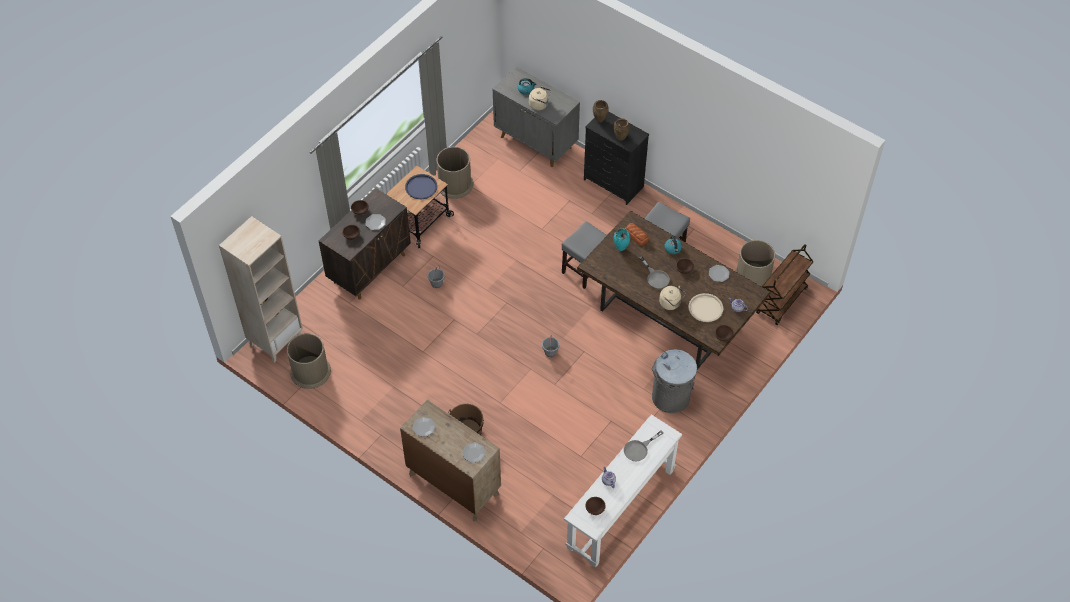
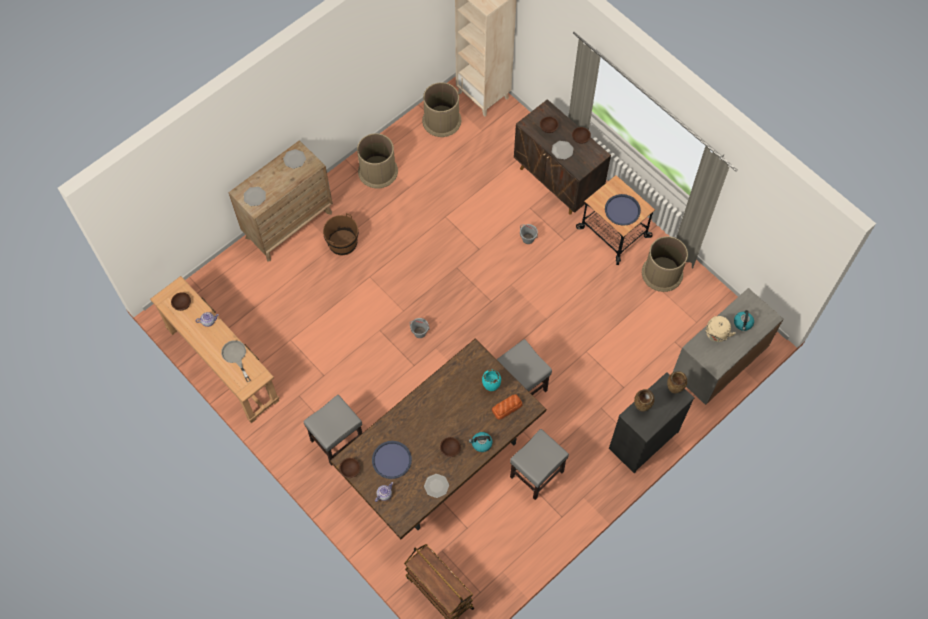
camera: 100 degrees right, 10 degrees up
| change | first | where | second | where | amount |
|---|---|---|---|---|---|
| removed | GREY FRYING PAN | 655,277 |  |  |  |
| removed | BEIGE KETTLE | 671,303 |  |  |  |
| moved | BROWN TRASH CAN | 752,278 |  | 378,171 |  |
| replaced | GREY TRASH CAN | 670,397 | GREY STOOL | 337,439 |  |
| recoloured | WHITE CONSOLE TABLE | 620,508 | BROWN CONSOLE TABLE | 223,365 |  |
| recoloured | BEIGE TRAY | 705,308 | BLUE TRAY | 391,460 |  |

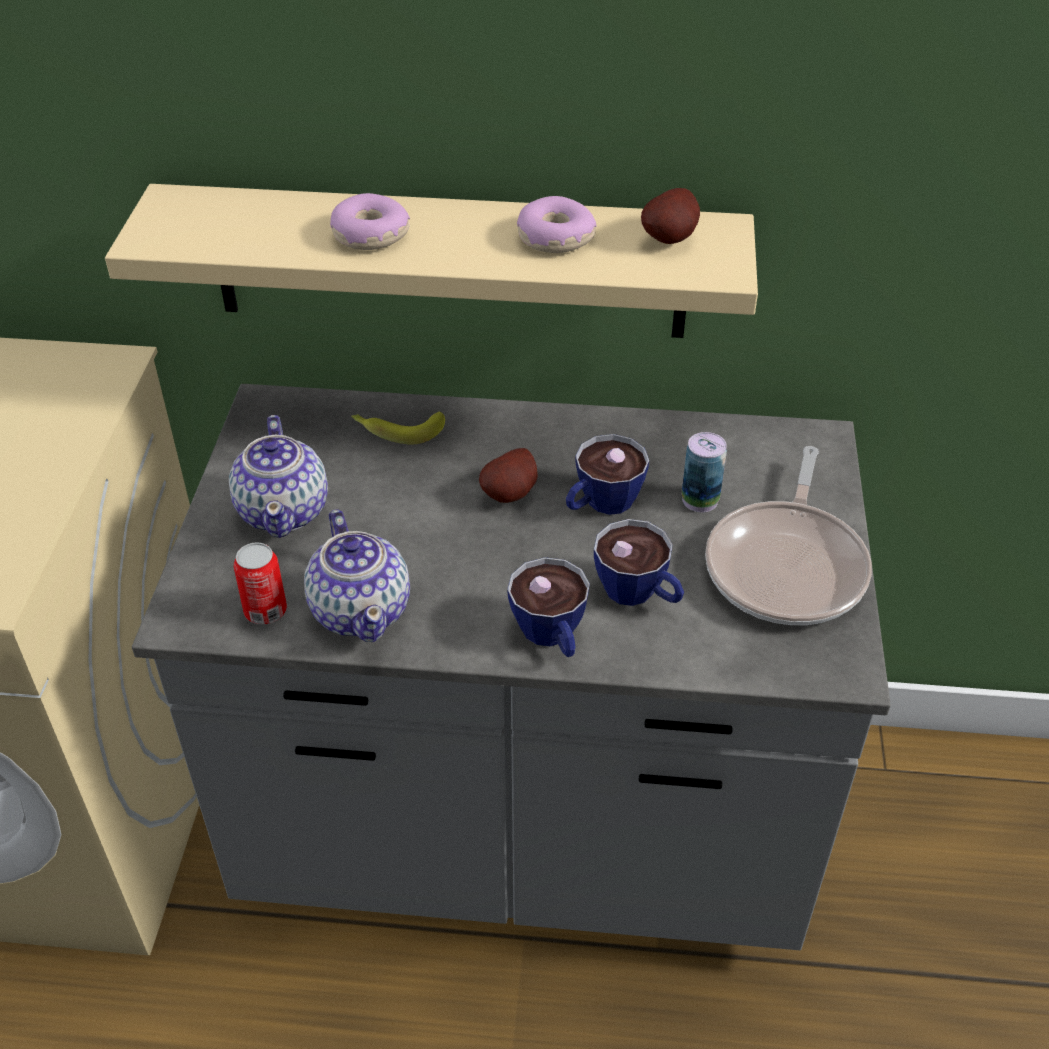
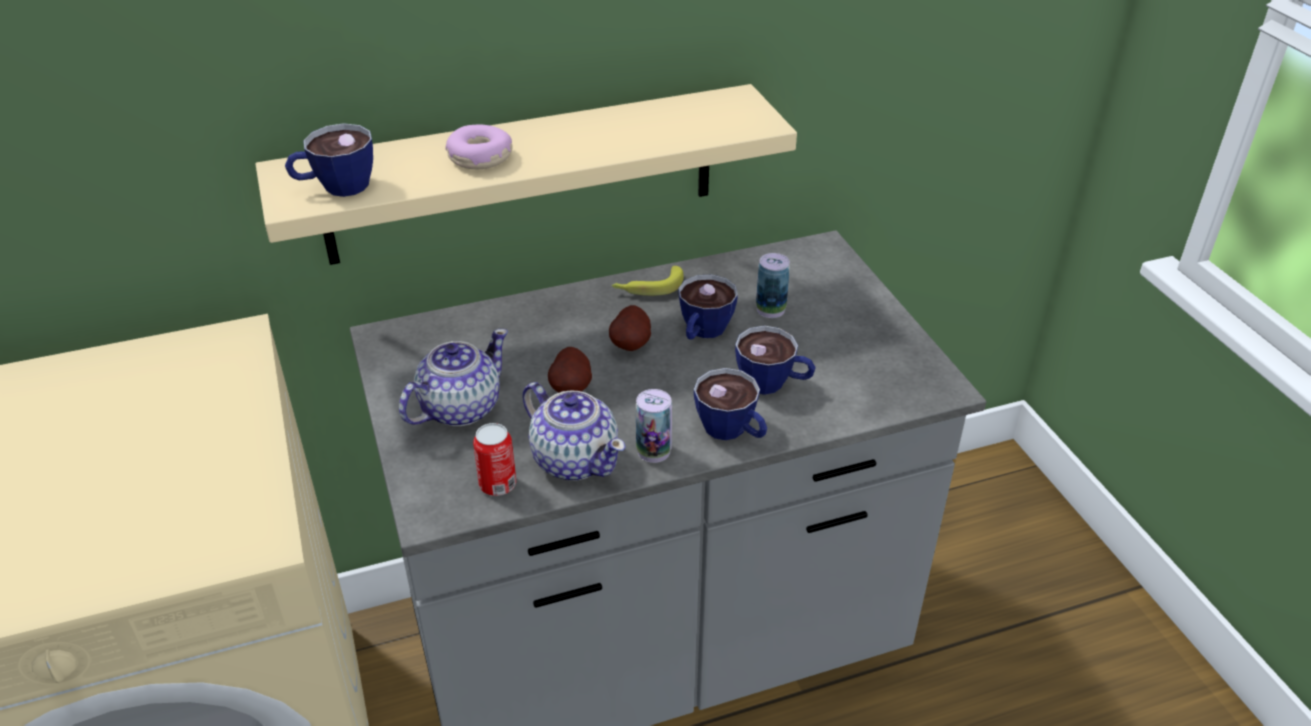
camera: 25 degrees left, 5 degrees down
| change | first | where | second | where | amount |
|---|---|---|---|---|---|
| removed | DONUT | 554,238 |  |  |  |
| removed | FRYING PAN | 787,565 |  |  |  |
| added |  |  | CUP | 335,187 |  |
| added |  |  | CAN | 653,451 |  |
| moved | BANANA | 397,430 |  | 648,287 |  |
| moved | POTATO | 671,239 |  | 572,388 |  |
| turned | TEAPOT | 284,510 |  | 459,408 | 105 degrees counterclockwise |

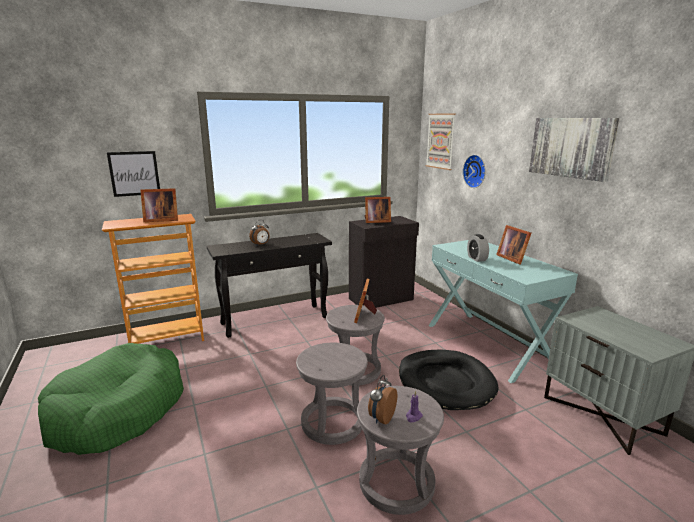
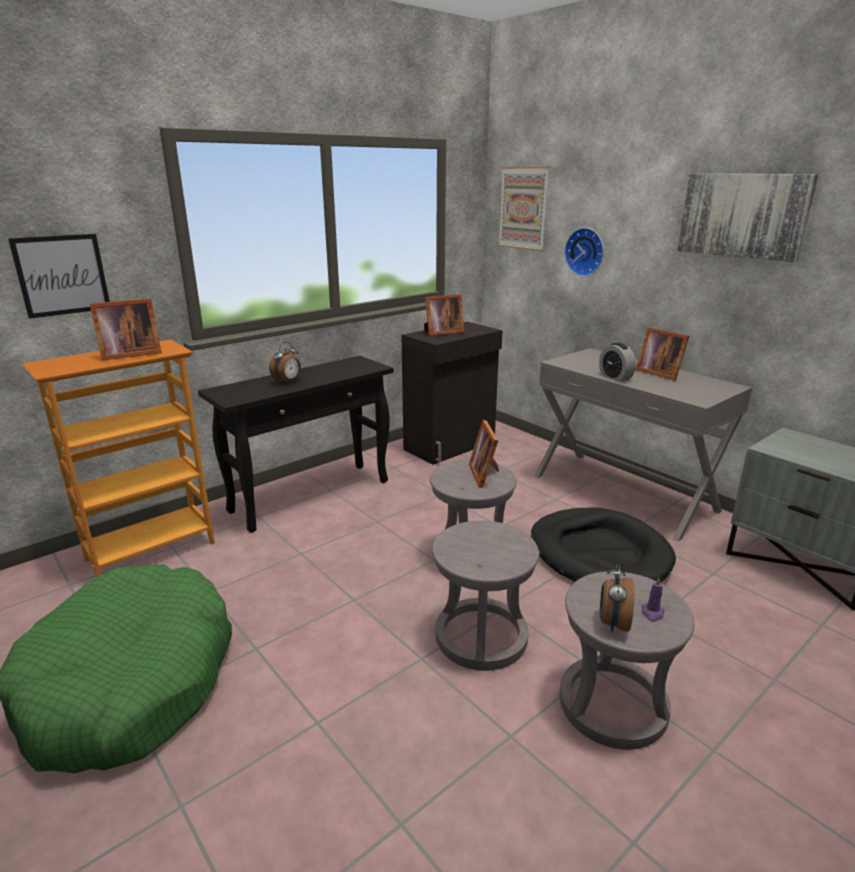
camera: 15 degrees left, 5 degrees up
| change | first | where | second | where | amount |
|---|---|---|---|---|---|
| recoloured | TURQUOISE CONSOLE TABLE | 488,344 | GREY CONSOLE TABLE | 623,492 |  |

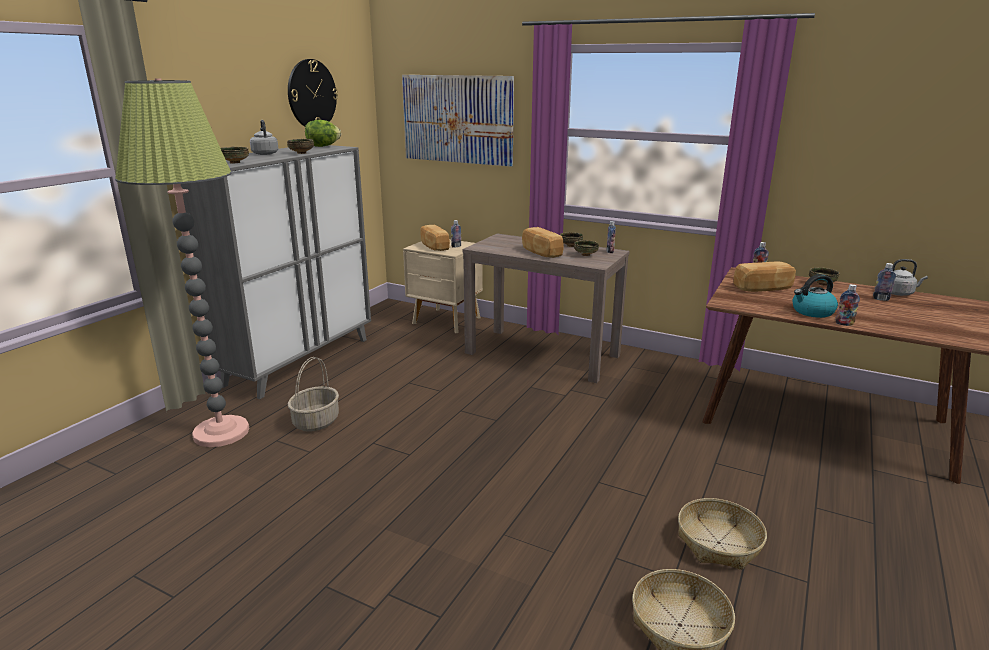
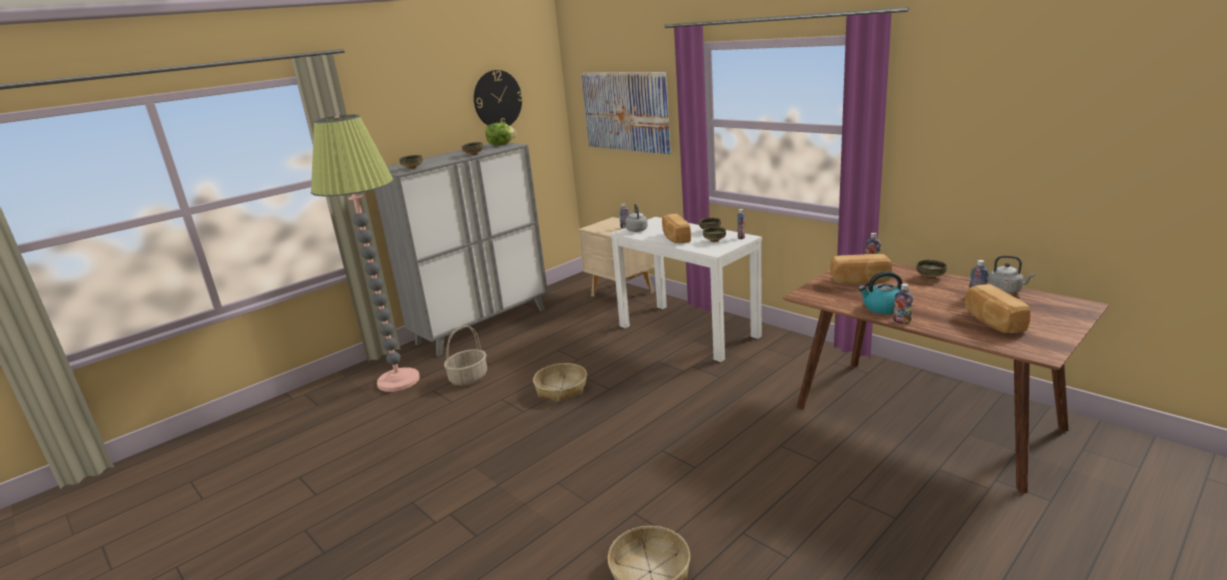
camera: 20 degrees right, 0 degrees up
| change | first | where | second | where | amount |
|---|---|---|---|---|---|
| moved | GREY KETTLE | 265,154 |  | 637,230 |  |
| moved | BREAD | 434,246 |  | 993,321 |  |
| moved | BASKET | 718,542 |  | 561,389 |  |
| recoloured | BROWN CONSOLE TABLE | 542,354 | WHITE CONSOLE TABLE | 688,331 |  |

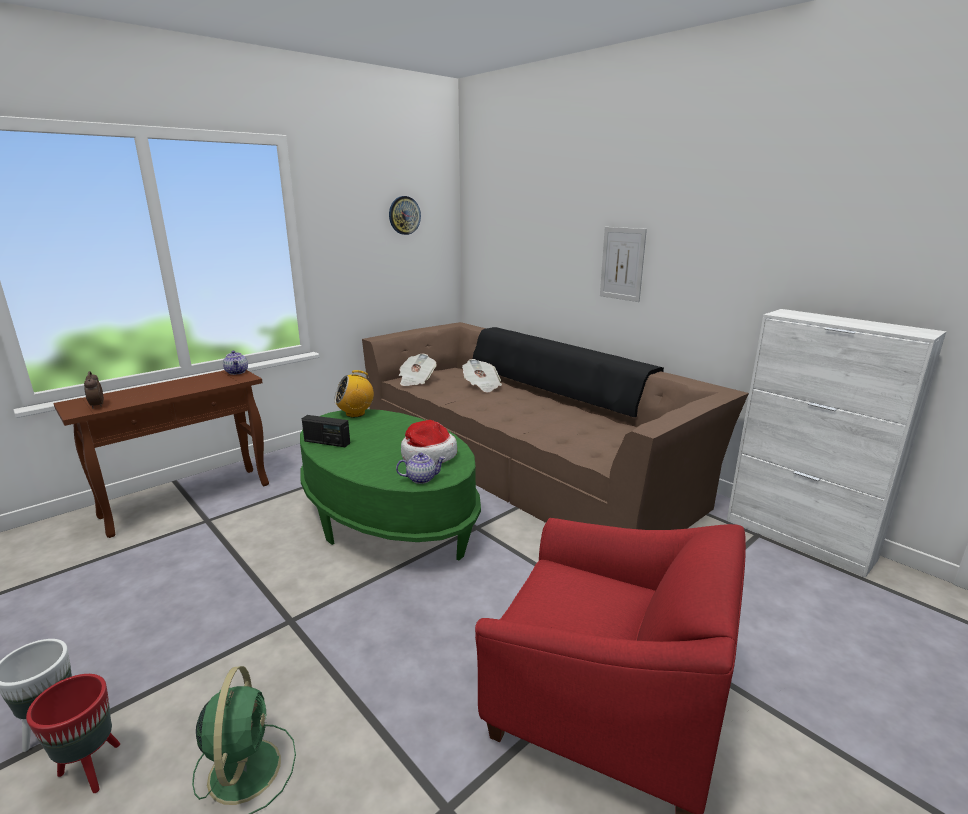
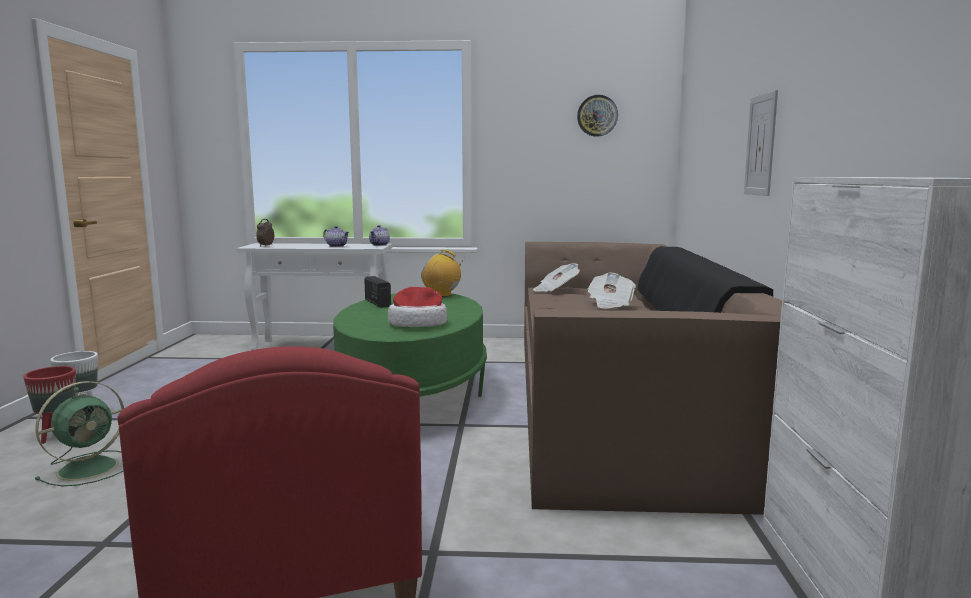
camera: 45 degrees right, 10 degrees down
| change | first | where | second | where | amount |
|---|---|---|---|---|---|
| moved | TEAPOT | 421,478 |  | 337,246 |  |
| recoloured | BROWN CONSOLE TABLE | 189,500 | WHITE CONSOLE TABLE | 322,346 |  |

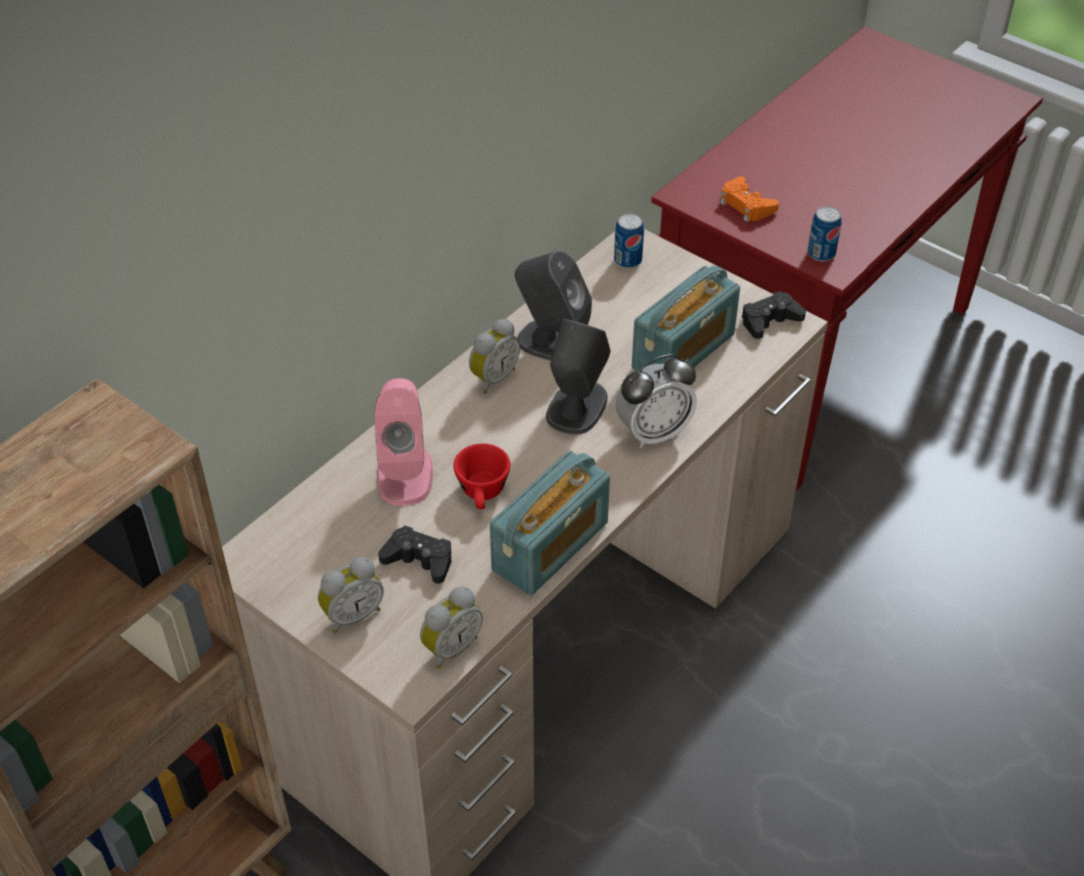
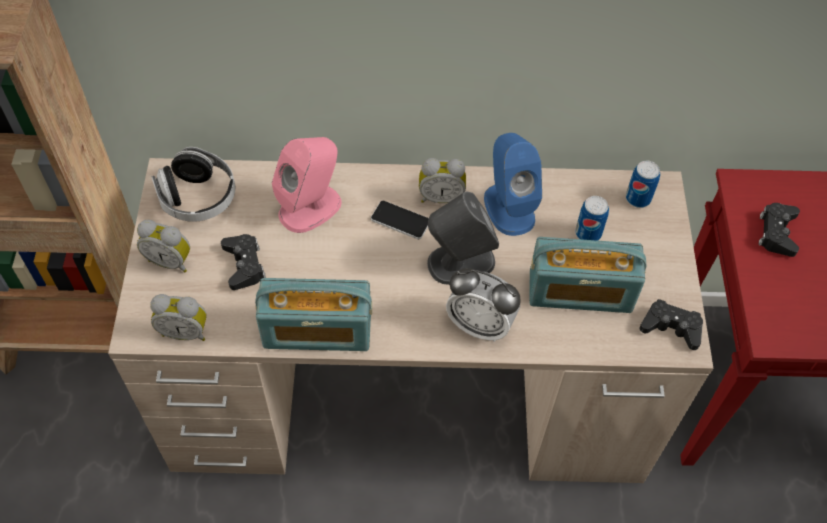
camera: 50 degrees right, 10 degrees up
| change | first | where | second | where | amount |
|---|---|---|---|---|---|
| removed | RED CUP | 483,494 |  |  |  |
| added |  |  | HEADPHONES | 198,198 |  |
| added |  |  | PHONE | 400,220 |  |
| moved | CAN | 821,253 |  | 588,233 |  |
| recoloured | GREY SPEAKER | 552,342 | BLUE SPEAKER | 509,207 |  |
| recoloured | ORANGE GAME CONTROLLER | 746,205 | BLACK GAME CONTROLLER | 777,233 |  |

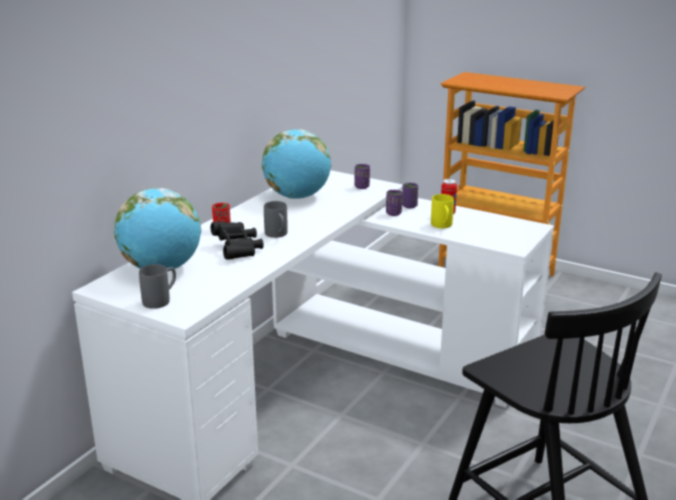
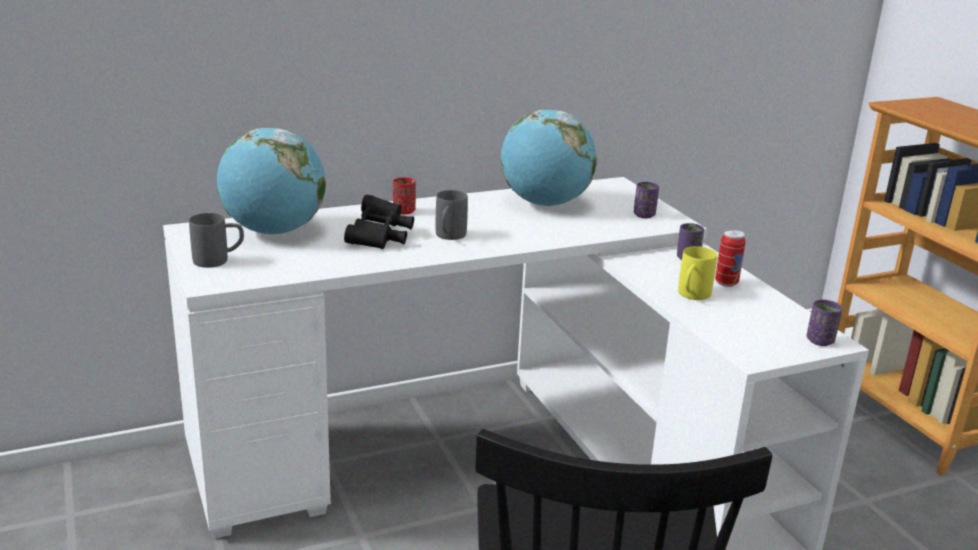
camera: 35 degrees right, 0 degrees up
| change | first | where | second | where | amount |
|---|---|---|---|---|---|
| moved | PURPLE CUP | 393,213 |  | 820,341 |  |

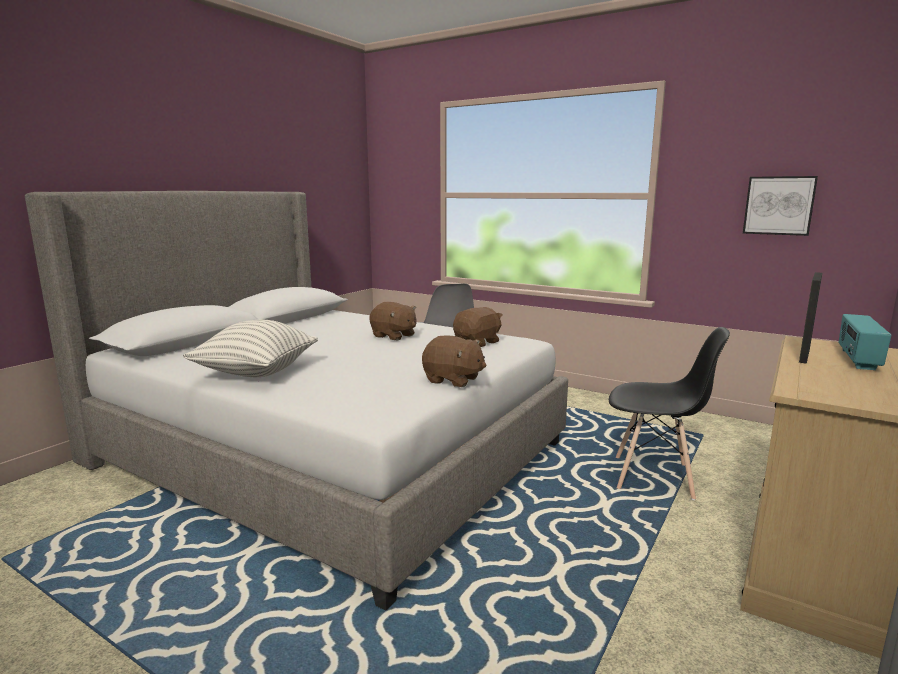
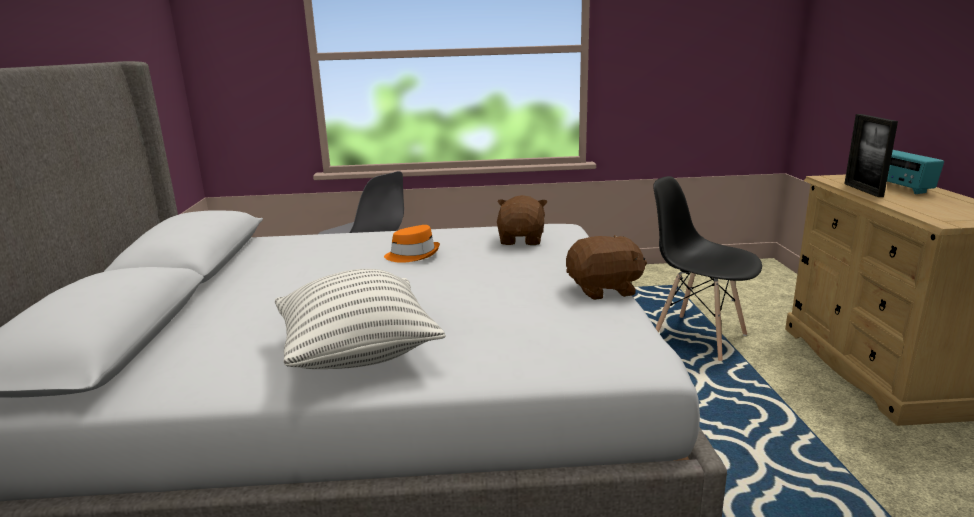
camera: 35 degrees left, 5 degrees up
| change | first | where | second | where | amount |
|---|---|---|---|---|---|
| removed | PICTURE | 779,205 |  |  |  |
| replaced | BROWN PLUSH TOY | 393,336 | ORANGE HAT | 413,255 |  |
| turned | BLACK CHAIR | 653,477 |  | 698,338 | 120 degrees counterclockwise |

